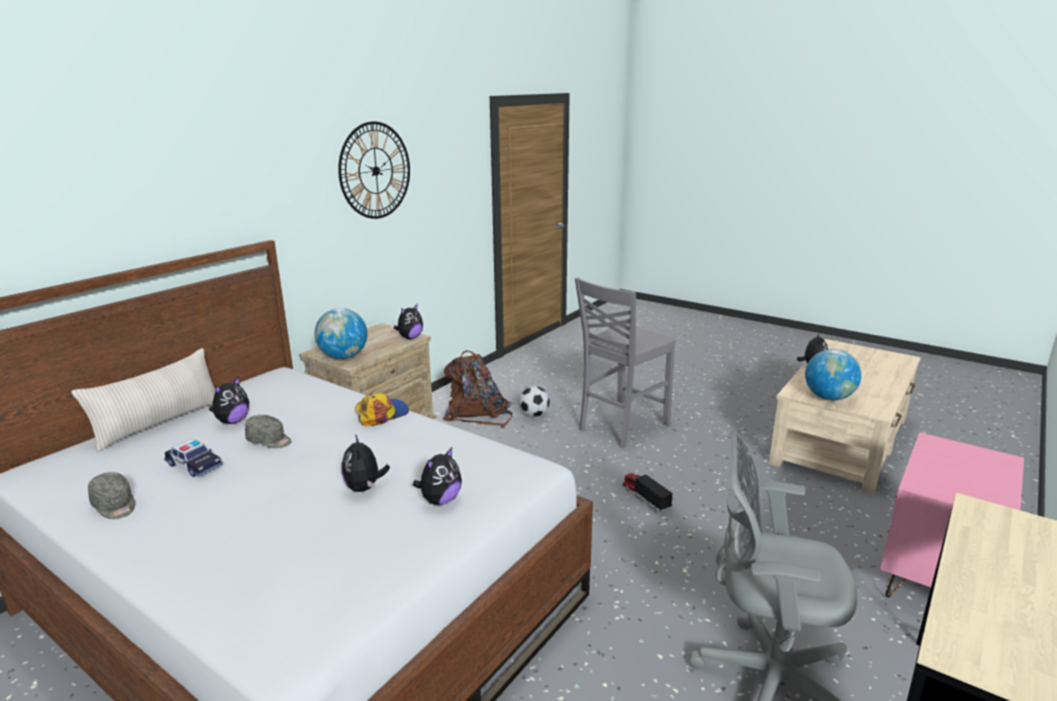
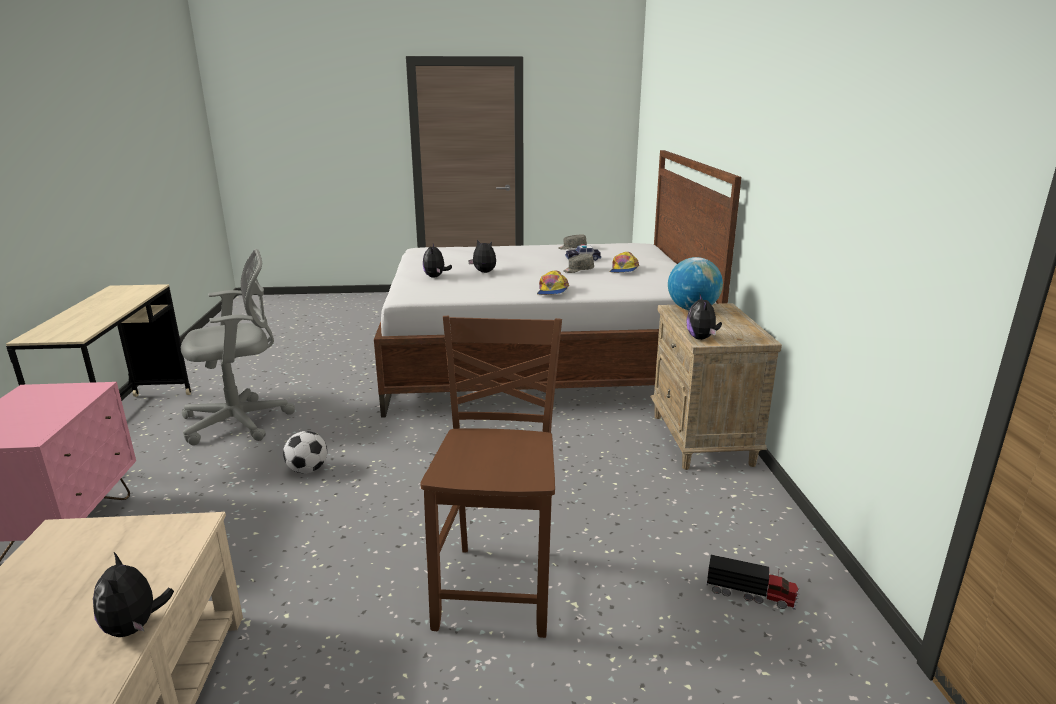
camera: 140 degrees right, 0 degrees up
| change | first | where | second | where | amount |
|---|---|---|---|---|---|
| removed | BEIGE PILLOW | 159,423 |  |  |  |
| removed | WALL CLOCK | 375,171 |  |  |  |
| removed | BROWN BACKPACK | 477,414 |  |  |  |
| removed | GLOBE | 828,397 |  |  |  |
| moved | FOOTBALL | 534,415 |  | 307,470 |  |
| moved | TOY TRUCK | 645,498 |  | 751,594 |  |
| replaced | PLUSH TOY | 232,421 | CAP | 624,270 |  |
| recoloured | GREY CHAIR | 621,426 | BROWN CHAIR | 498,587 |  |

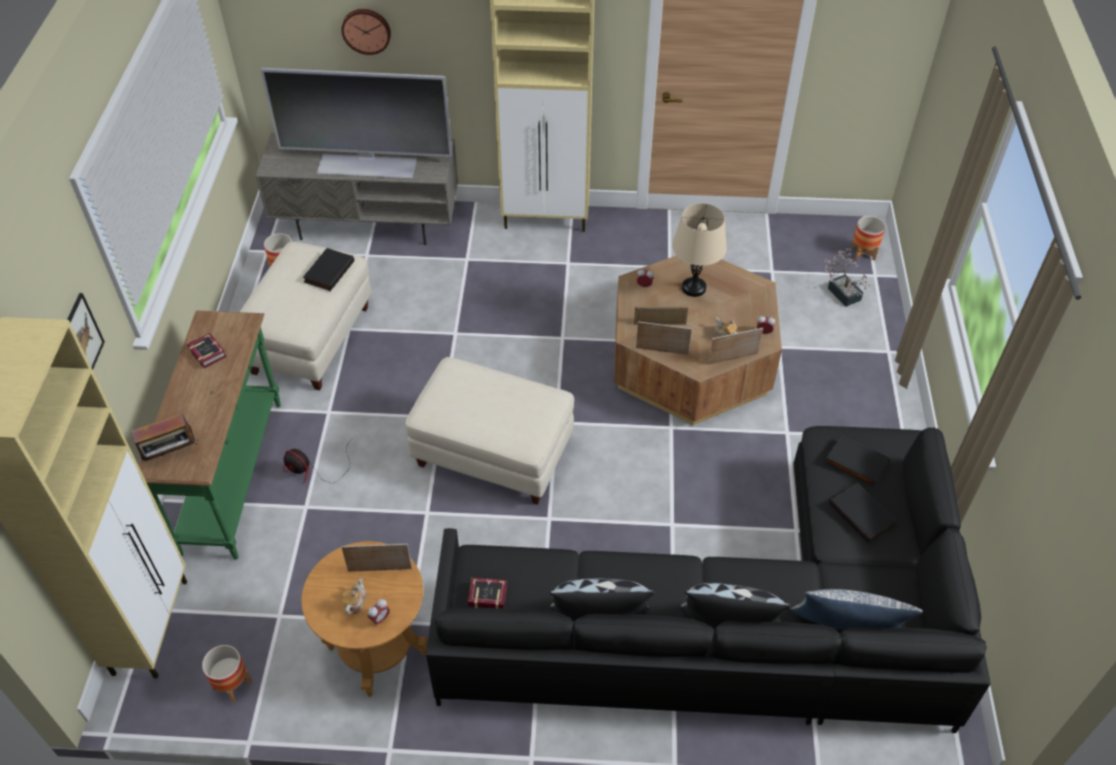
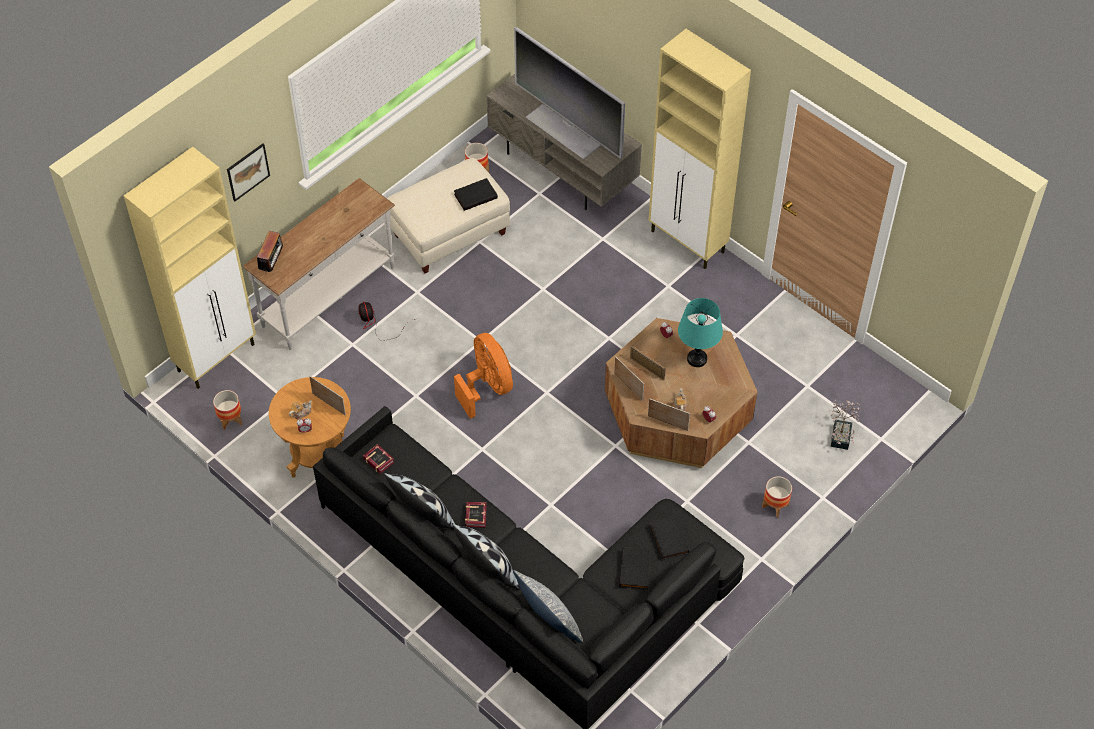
camera: 40 degrees right, 5 degrees up
| change | first | where | second | where | amount |
|---|---|---|---|---|---|
| removed | WALL CLOCK | 366,30 |  |  |  |
| moved | BOOK | 207,352 |  | 476,515 |  |
| moved | PLANTER | 863,253 |  | 775,506 |  |
| replaced | BEIGE OTTOMAN | 493,455 | ORANGE FAN | 487,387 |  |
| recoloured | GREEN CONSOLE TABLE | 234,476 | WHITE CONSOLE TABLE | 329,297 |  |
| recoloured | BEIGE TABLE LAMP | 694,288 | TURQUOISE TABLE LAMP | 697,359 |  |
| turned | RADIO | 171,454 |  | 272,263 | 90 degrees counterclockwise |

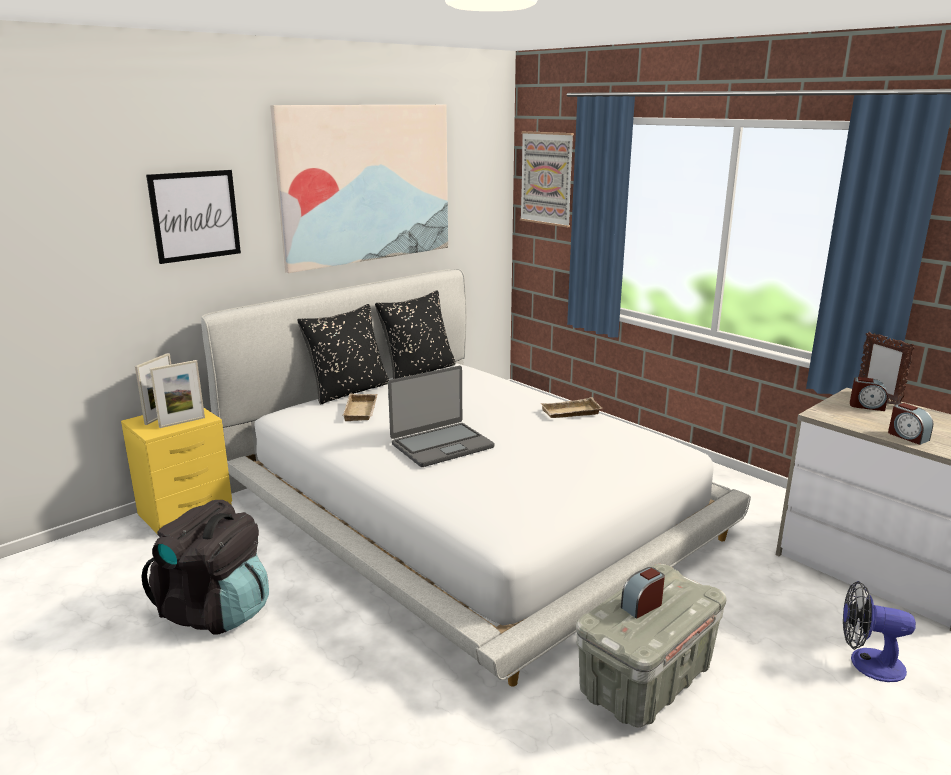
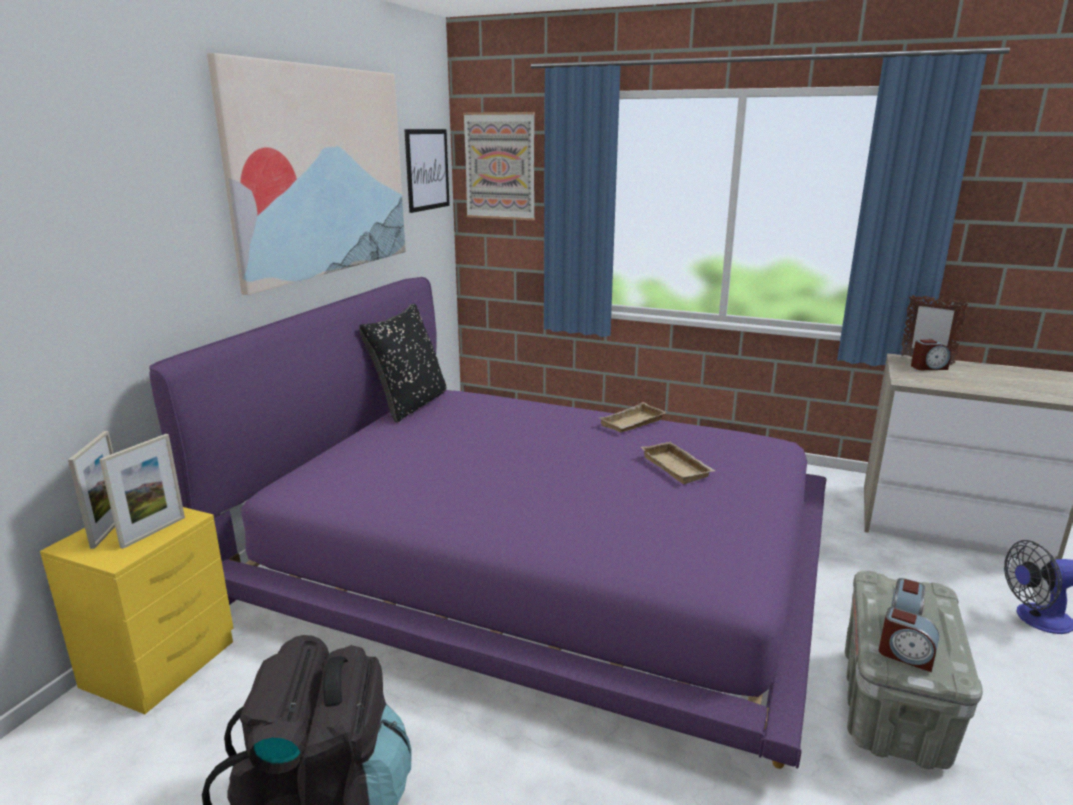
camera: 25 degrees left, 0 degrees up
| change | first | where | second | where | amount |
|---|---|---|---|---|---|
| removed | BLACK PILLOW | 349,391 |  |  |  |
| removed | LAPTOP | 441,445 |  |  |  |
| moved | PICTURE | 195,215 |  | 427,169 |  |
| moved | BEIGE TRAY | 362,411 |  | 678,467 |  |
| moved | ALARM CLOCK | 907,436 |  | 905,655 |  |
| recoloured | WHITE BED | 466,509 | PURPLE BED | 536,560 |  |

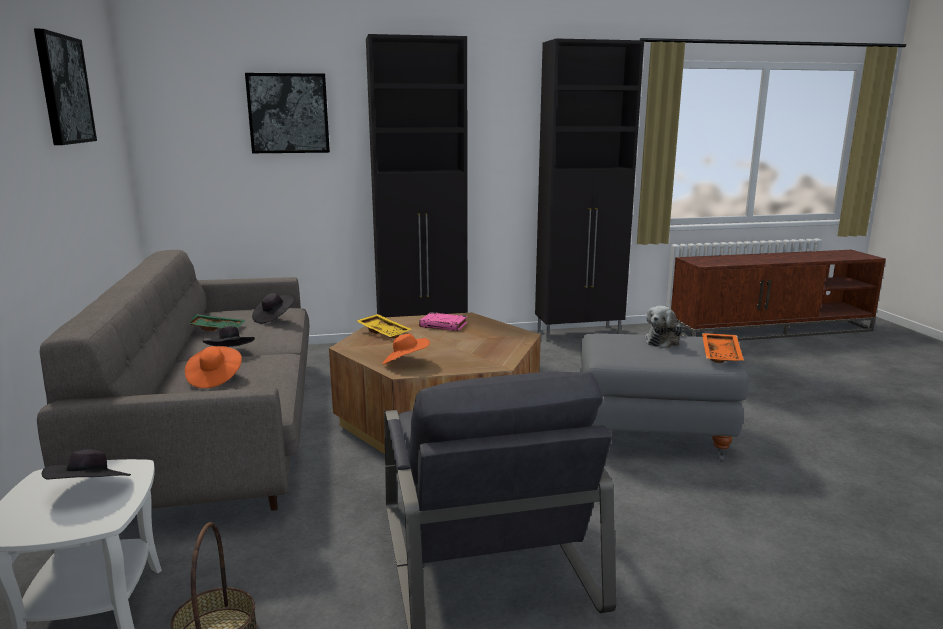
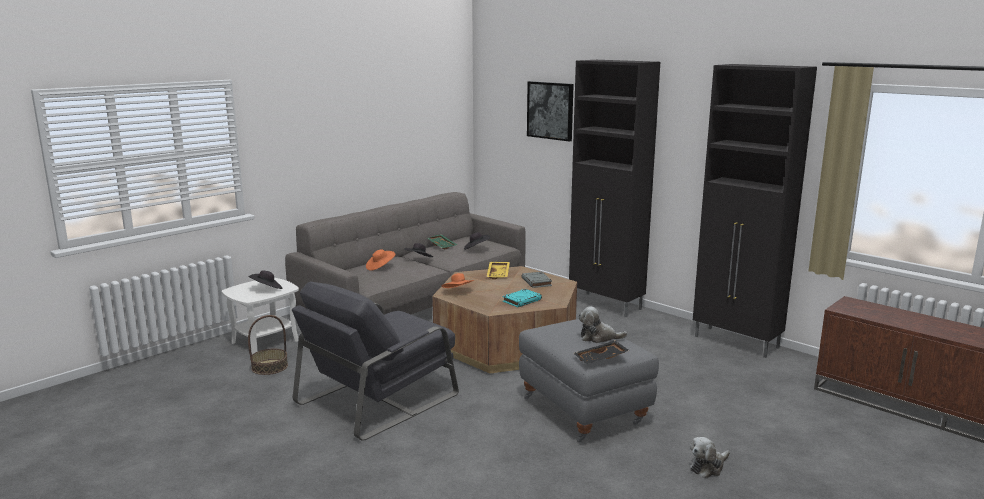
camera: 55 degrees right, 0 degrees up
| change | first | where | second | where | amount |
|---|---|---|---|---|---|
| removed | PICTURE | 64,89 |  |  |  |
| added |  |  | TURQUOISE BOOK | 522,300 |  |
| added |  |  | PLUSH TOY | 708,467 |  |
| recoloured | PINK BOOK | 444,325 | GREY BOOK | 537,282 |  |
| recoloured | ORANGE TRAY | 722,354 | BLACK TRAY | 601,359 |  |

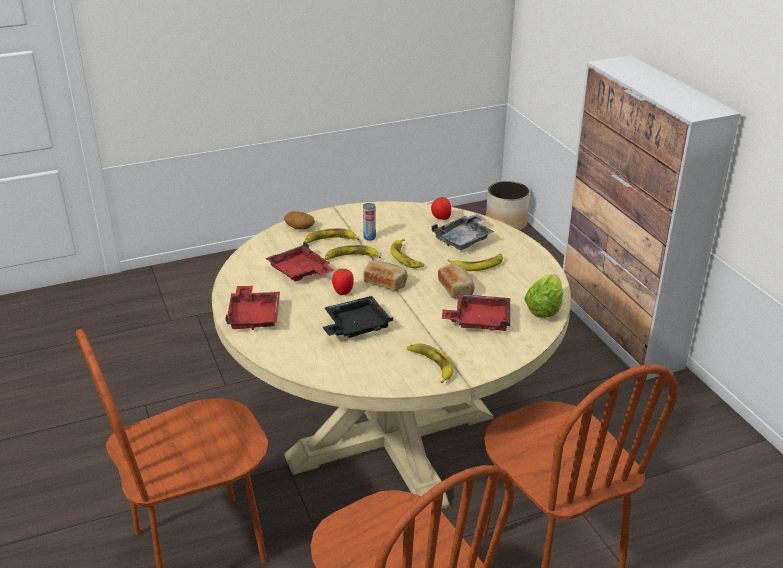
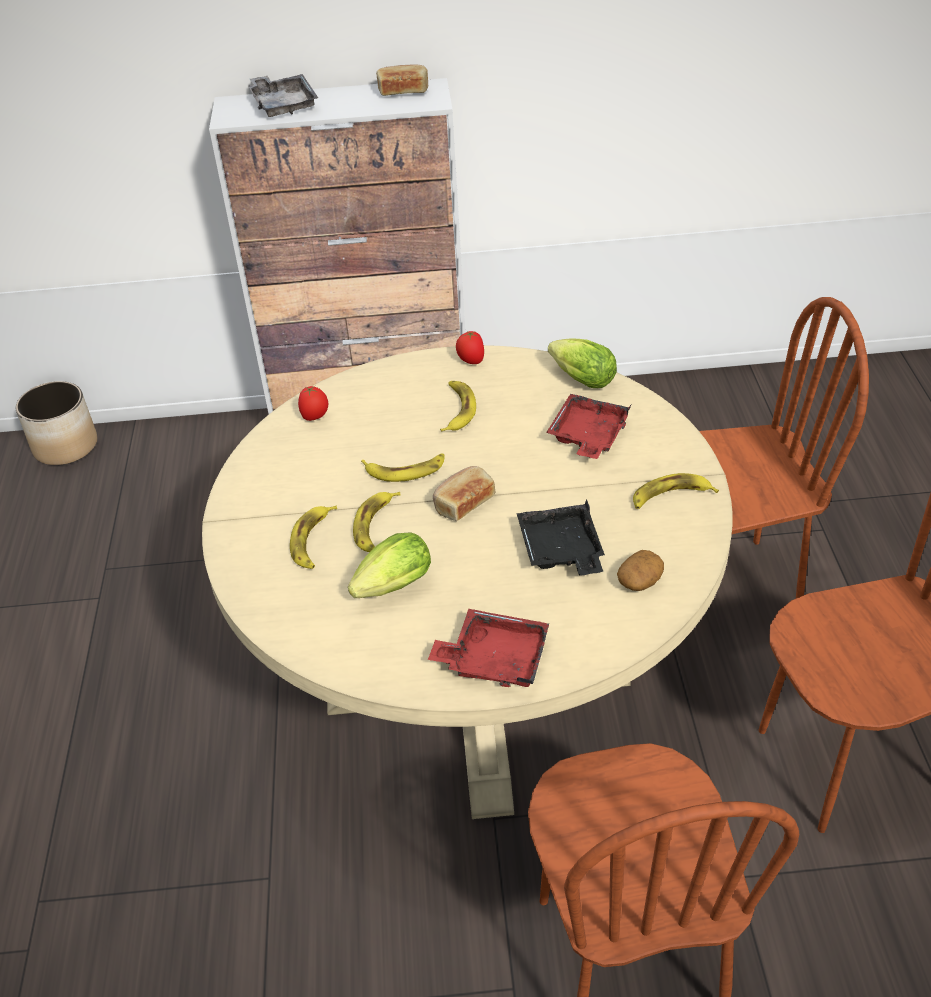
camera: 70 degrees left, 10 degrees up
| change | first | where | second | where | amount |
|---|---|---|---|---|---|
| removed | CAN | 369,237 |  |  |  |
| moved | POTATO | 299,227 |  | 640,581 |  |
| moved | TOMATO | 343,292 |  | 471,361 |  |
| moved | GREY TRAY | 464,239 |  | 283,105 |  |
| moved | BREAD | 456,289 |  | 403,91 |  |
| replaced | RED TRAY | 300,272 | LETTUCE | 390,588 |  |

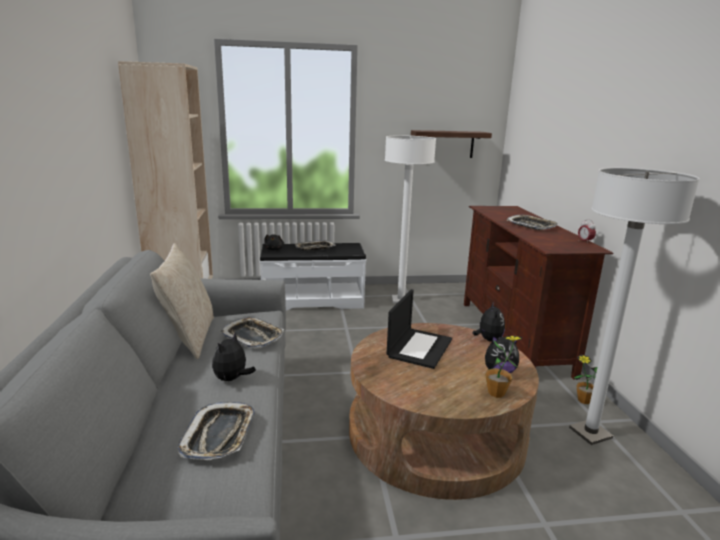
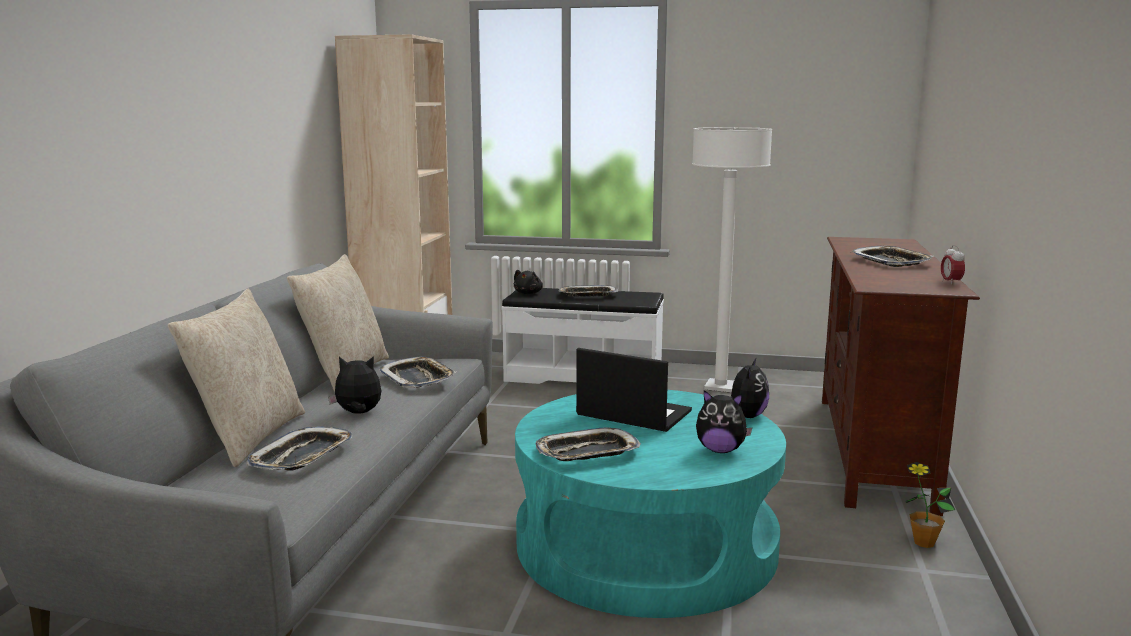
camera: 20 degrees right, 5 degrees down
| change | first | where | second | where | amount |
|---|---|---|---|---|---|
| removed | SHELF | 446,144 |  |  |  |
| removed | POTTED PLANT | 496,393 |  |  |  |
| removed | WHITE FLOOR LAMP | 590,433 |  |  |  |
| added |  |  | BEIGE PILLOW | 248,437 |  |
| added |  |  | TRAY | 587,453 |  |
| recoloured | BROWN COFFEE TABLE | 435,432 | TURQUOISE COFFEE TABLE | 645,543 |  |
| turned | PLUSH TOY | 232,379 |  | 358,413 | 45 degrees clockwise |
| turned | LAPTOP | 419,347 |  | 632,413 | 105 degrees counterclockwise |

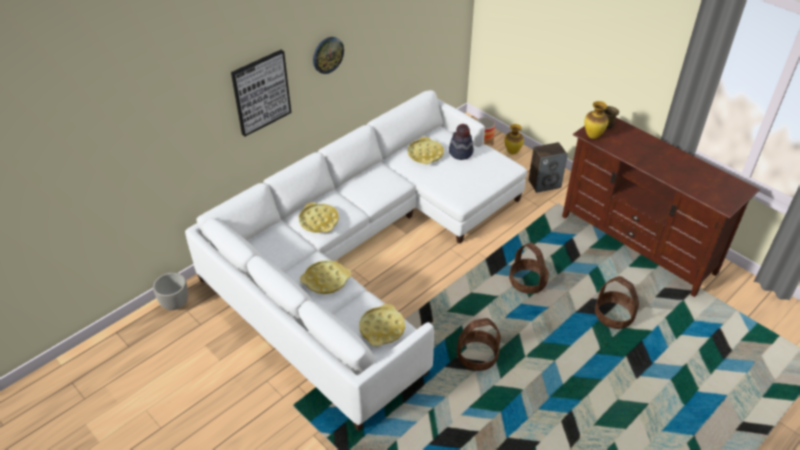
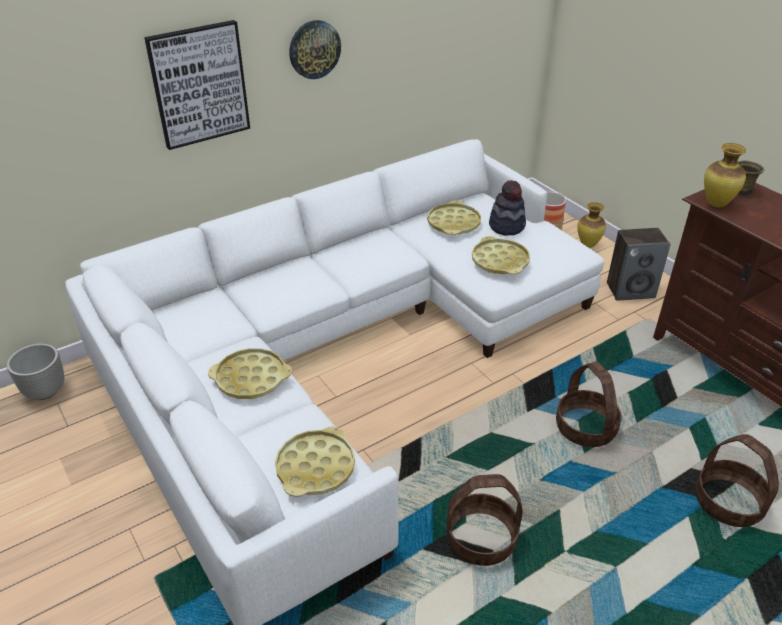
camera: 10 degrees right, 5 degrees down
| change | first | where | second | where | amount |
|---|---|---|---|---|---|
| moved | YELLOW TRAY | 319,221 |  | 500,261 |  |

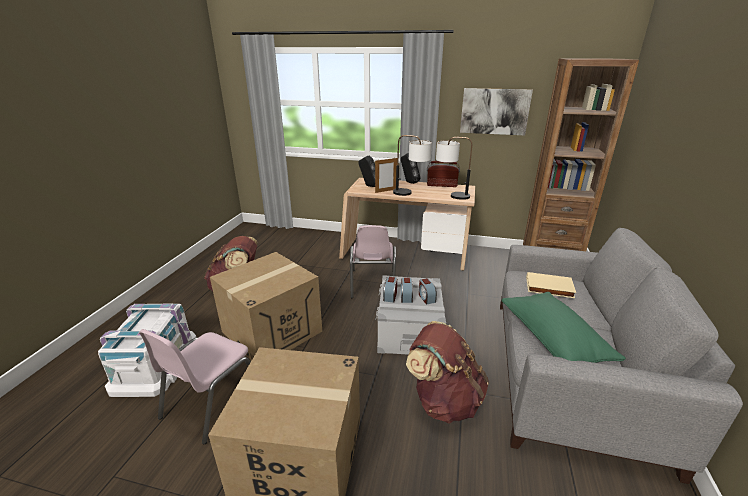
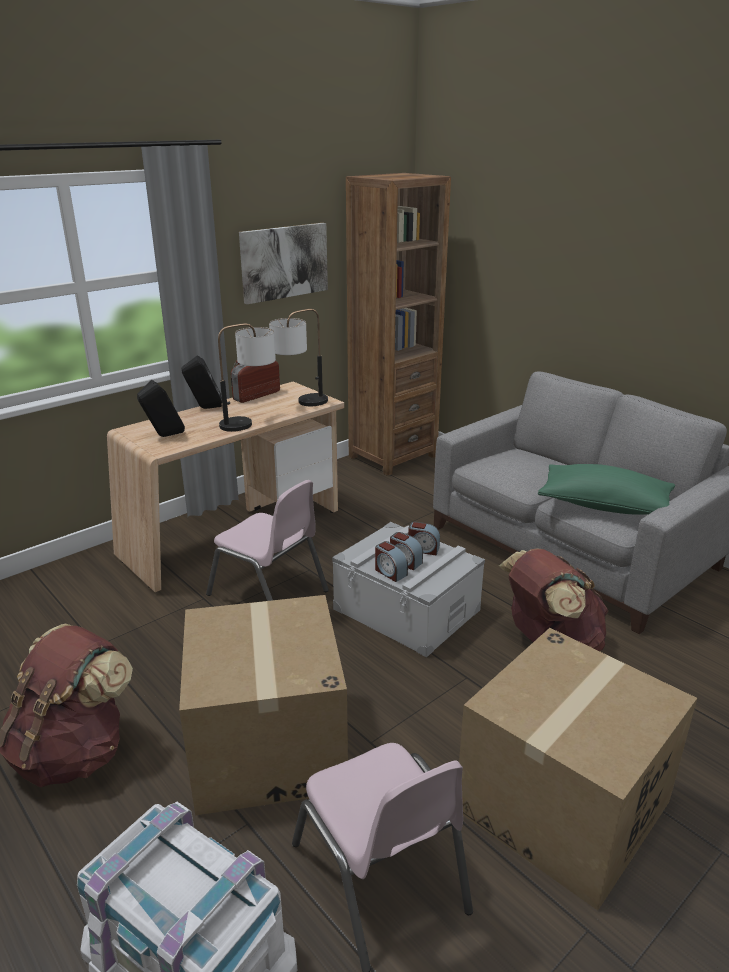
camera: 55 degrees left, 0 degrees up
| change | first | where | second | where | amount |
|---|---|---|---|---|---|
| removed | PICTURE FRAME | 386,191 |  |  |  |
| removed | BEIGE BOOK | 549,288 |  |  |  |

